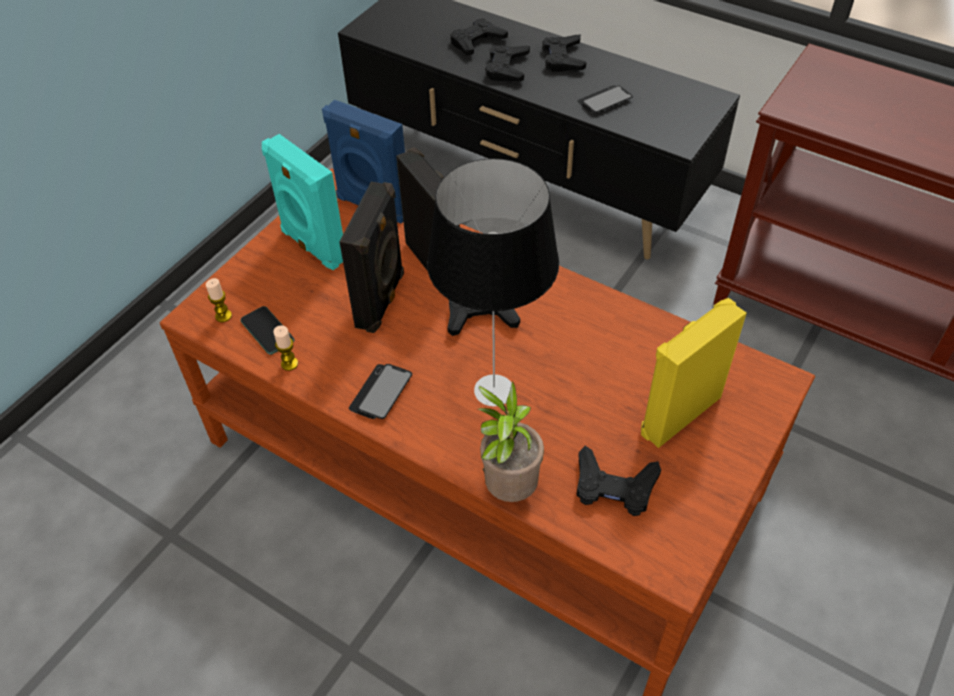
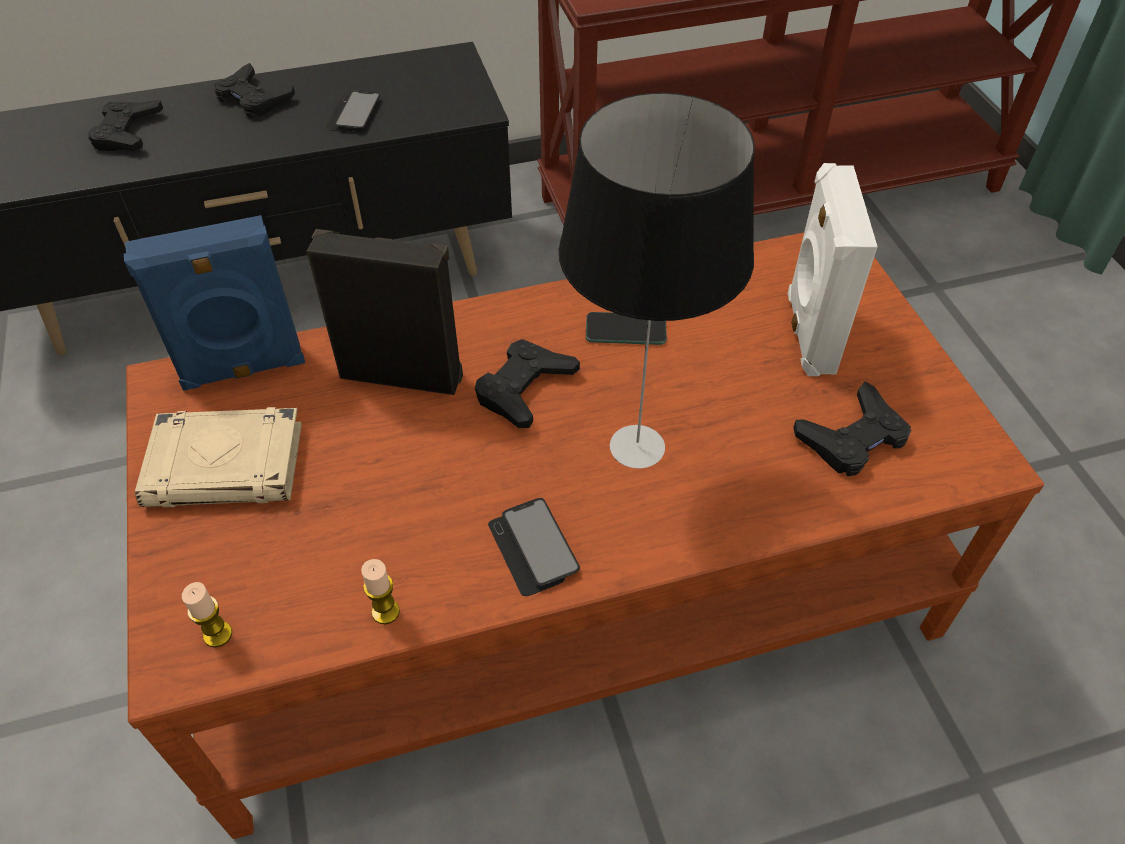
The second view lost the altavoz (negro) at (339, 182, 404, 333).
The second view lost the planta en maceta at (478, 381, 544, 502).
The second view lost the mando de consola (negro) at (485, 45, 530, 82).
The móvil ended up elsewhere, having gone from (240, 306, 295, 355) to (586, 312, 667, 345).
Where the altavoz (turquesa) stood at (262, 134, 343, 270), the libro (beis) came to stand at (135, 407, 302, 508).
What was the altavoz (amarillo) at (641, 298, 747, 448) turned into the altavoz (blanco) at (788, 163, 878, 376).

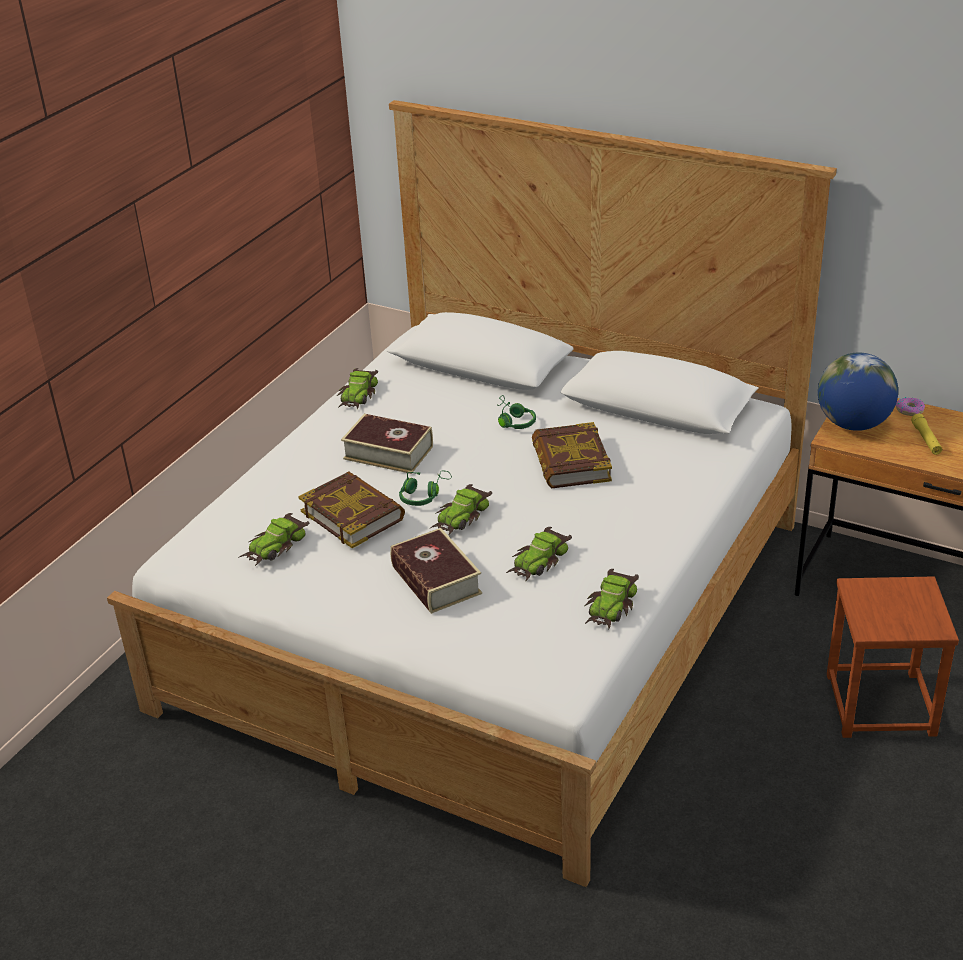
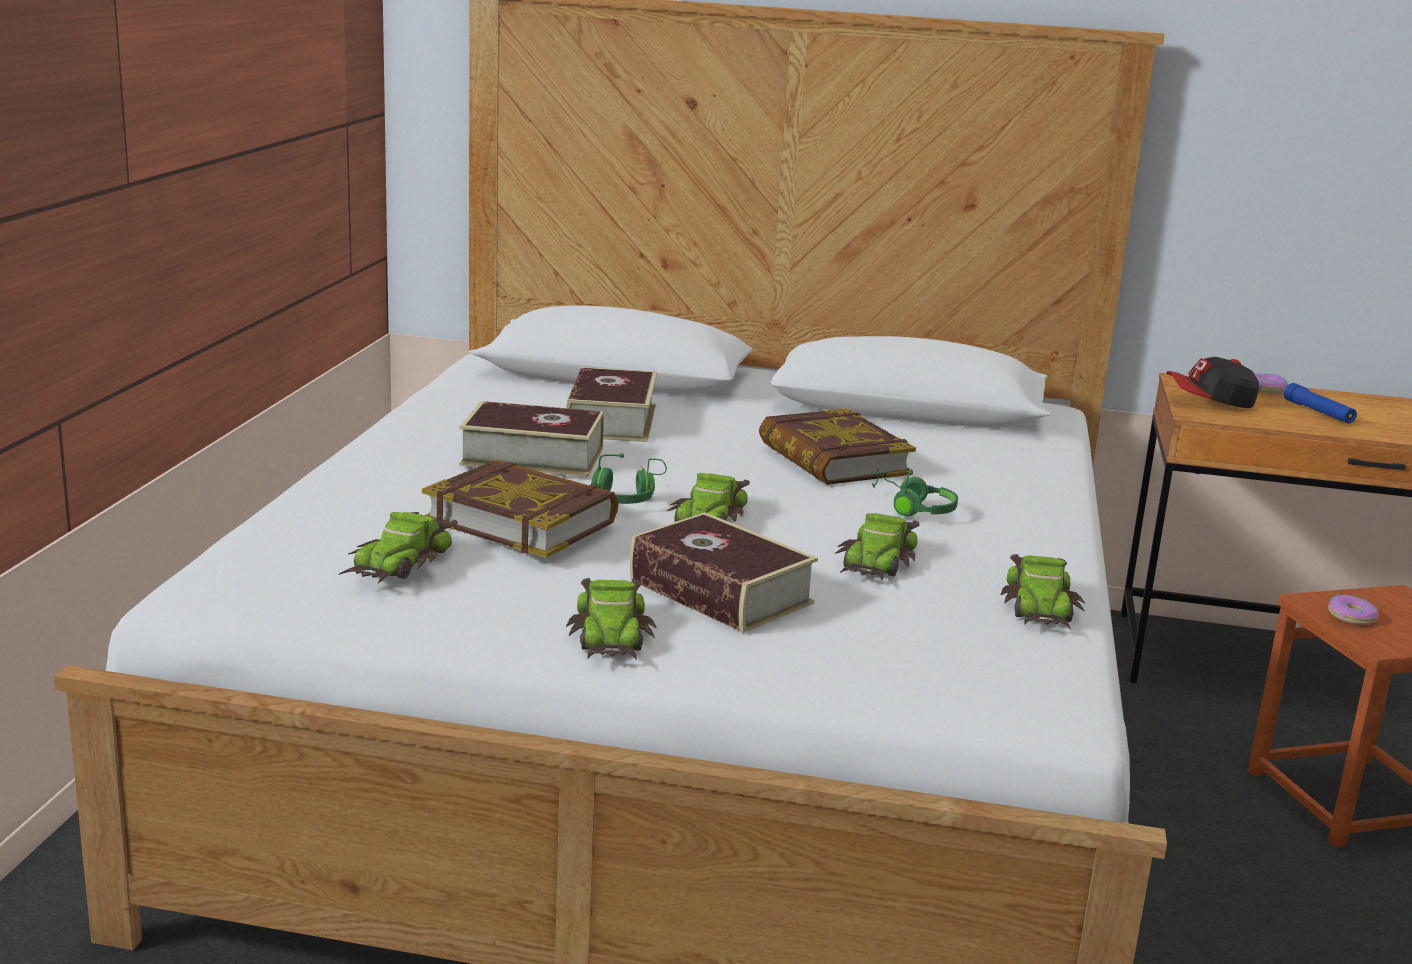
The second view gained the libro at (566, 367, 657, 442).
The second view gained the rosquilla at (1328, 594, 1379, 625).
The coche de juguete ended up elsewhere, having gone from (337, 368, 378, 410) to (566, 578, 657, 660).
The auriculares (verde) ended up elsewhere, having gone from (496, 395, 536, 429) to (872, 469, 958, 516).
Where the globo terráqueo stood at (818, 353, 898, 431), the gorra came to stand at (1166, 357, 1259, 408).
What was the linterna (amarillo) at (911, 414, 942, 455) turned into the linterna (azul) at (1284, 383, 1357, 424).

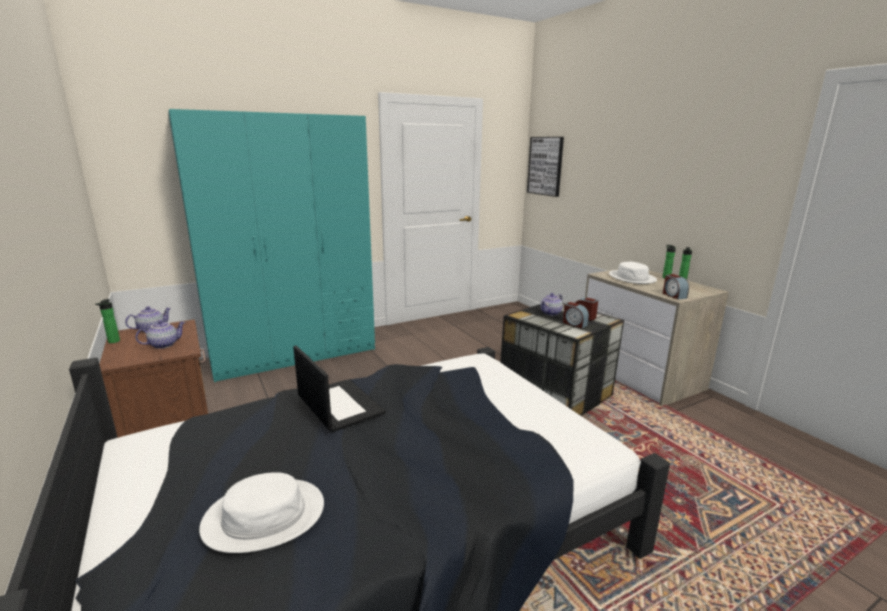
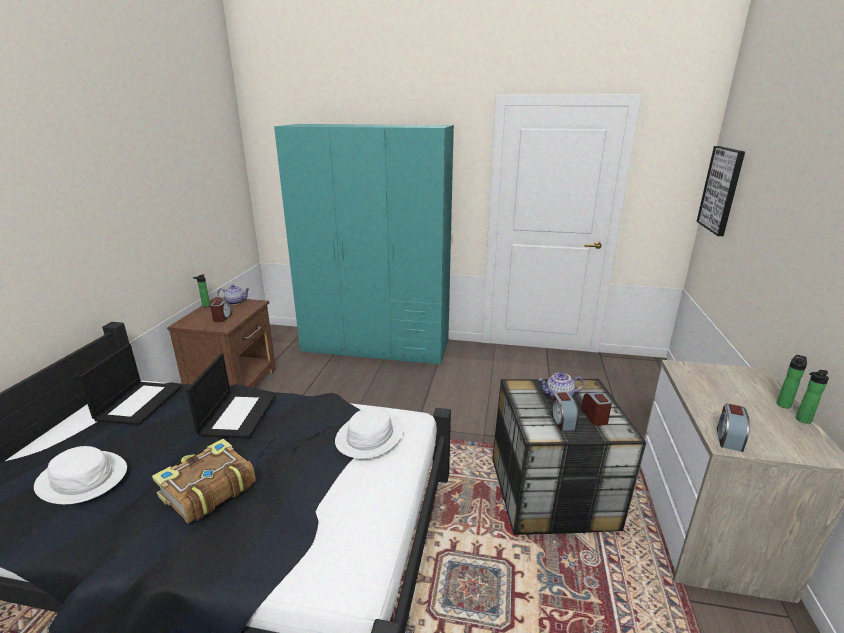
The second view gained the portátil at (78, 344, 182, 425).
The second view gained the libro at (152, 439, 256, 524).
The sombrero (blanco) ended up elsewhere, having gone from (609, 262, 657, 284) to (335, 407, 404, 459).
Where the tetera stood at (136, 320, 185, 349), the despertador came to stand at (210, 301, 232, 322).

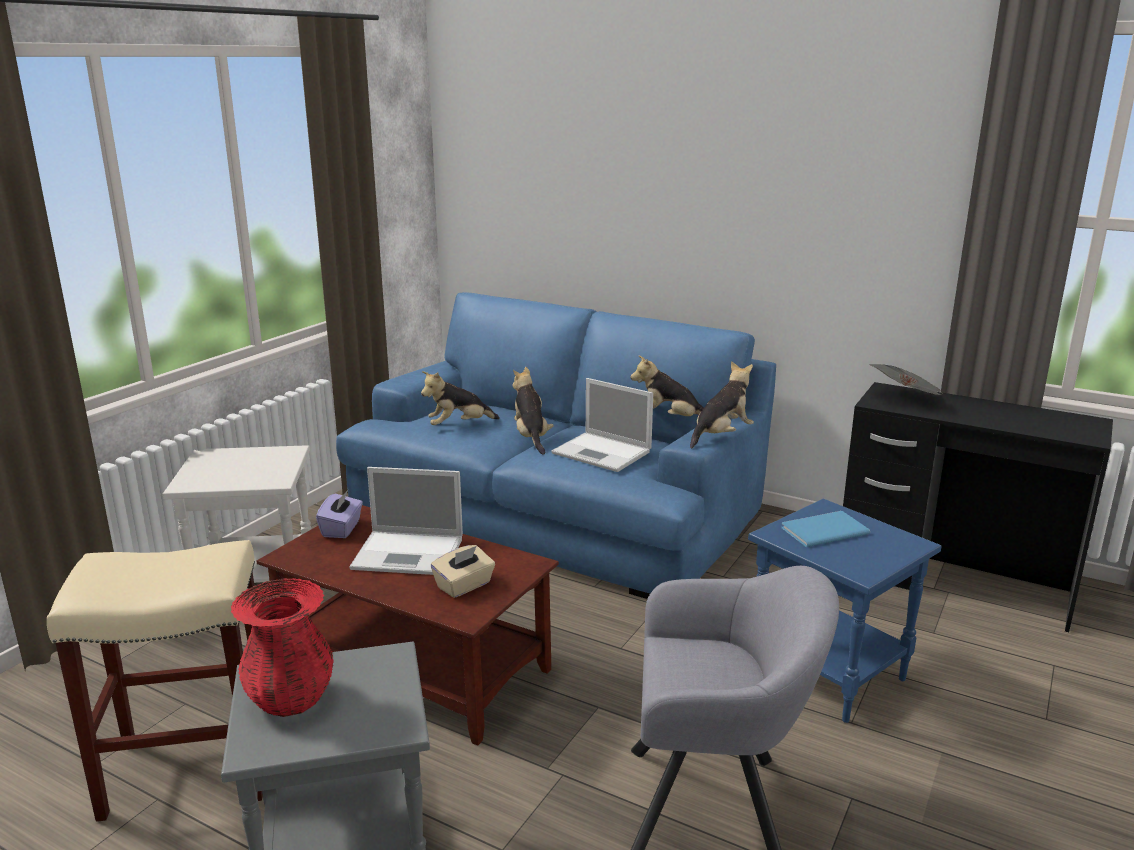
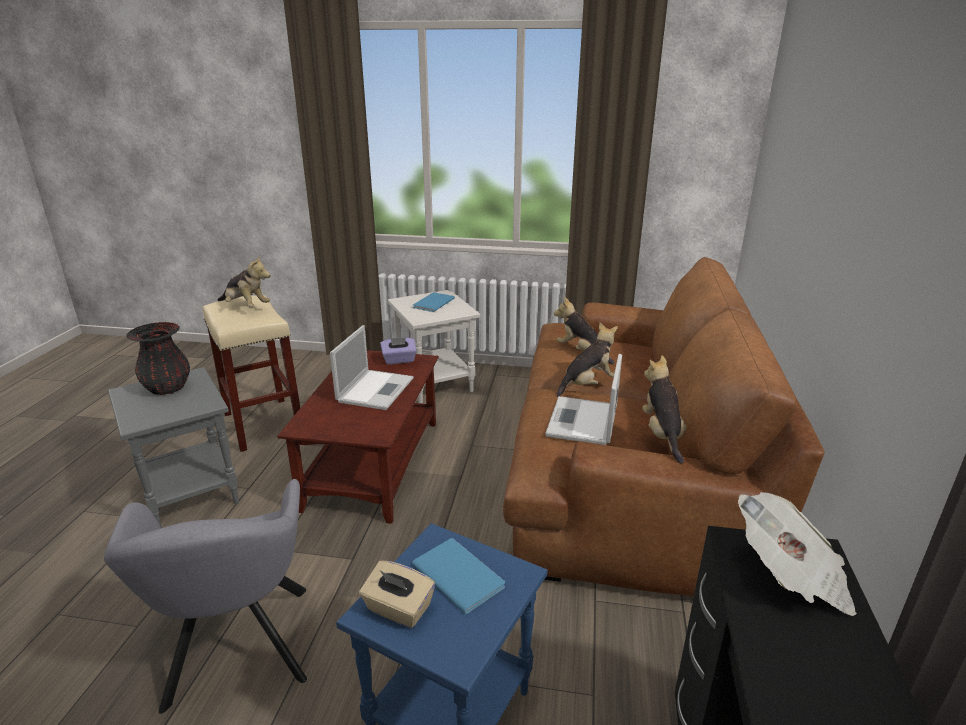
The second view gained the libro (azul) at (413, 292, 455, 312).
The caja de pañuelos (beis) ended up elsewhere, having gone from (431, 545, 495, 598) to (359, 560, 435, 628).
The peluche ended up elsewhere, having gone from (690, 361, 754, 449) to (218, 255, 271, 307).
What was the florero (rojo) at (231, 578, 334, 717) turned into the florero (negro) at (126, 322, 190, 395).
What was the sofá (azul) at (336, 292, 776, 599) turned into the sofá (marrón) at (503, 257, 824, 596).
The portátil at (349, 467, 463, 575) ended up facing another way, 150 degrees counterclockwise from before.

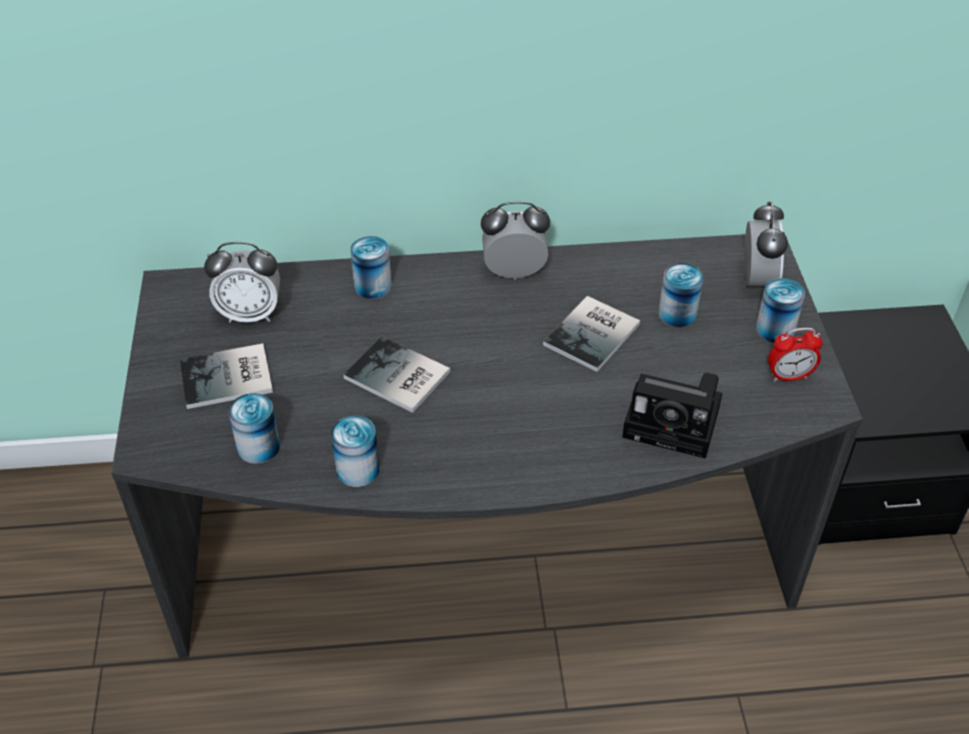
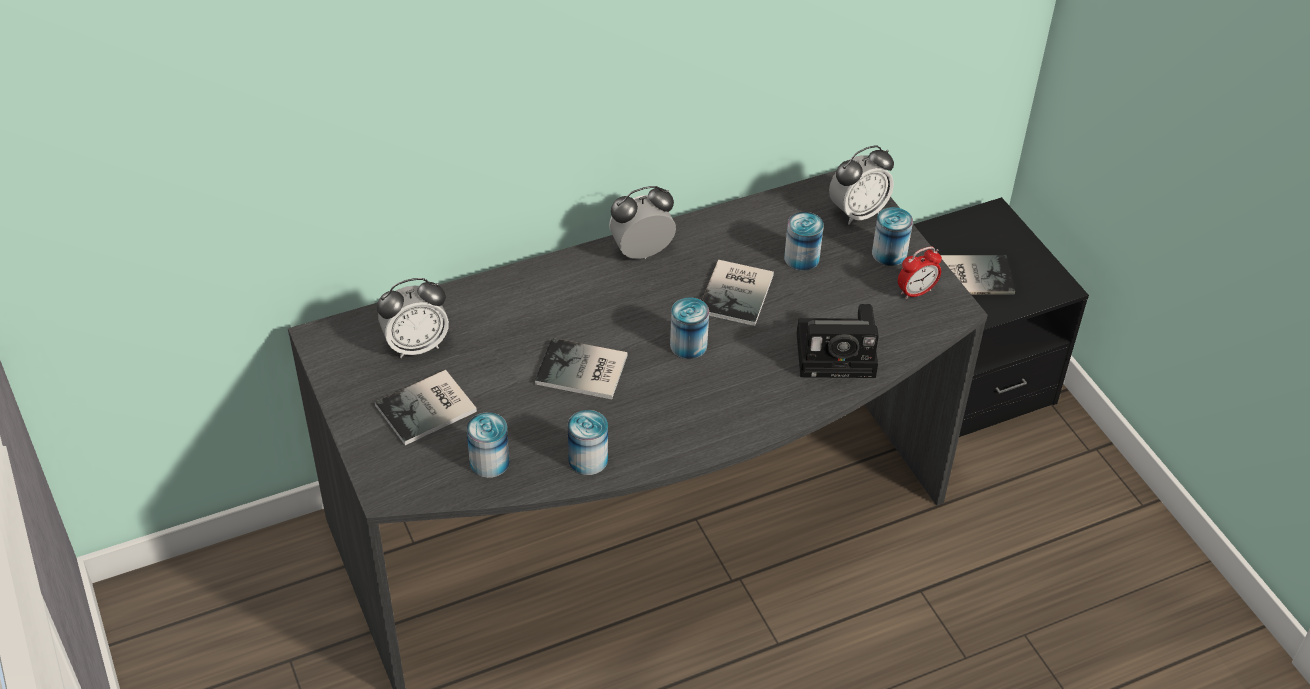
The second view gained the libro at (941, 255, 1015, 295).
The lata ended up elsewhere, having gone from (350, 236, 392, 299) to (670, 297, 709, 359).
The despertador at (745, 201, 788, 286) ended up facing another way, 75 degrees clockwise from before.

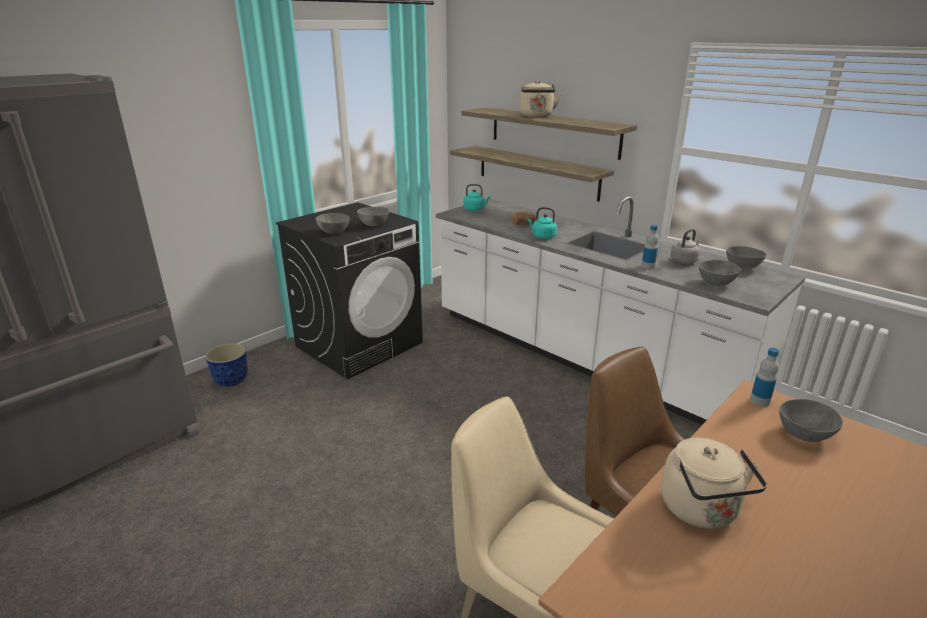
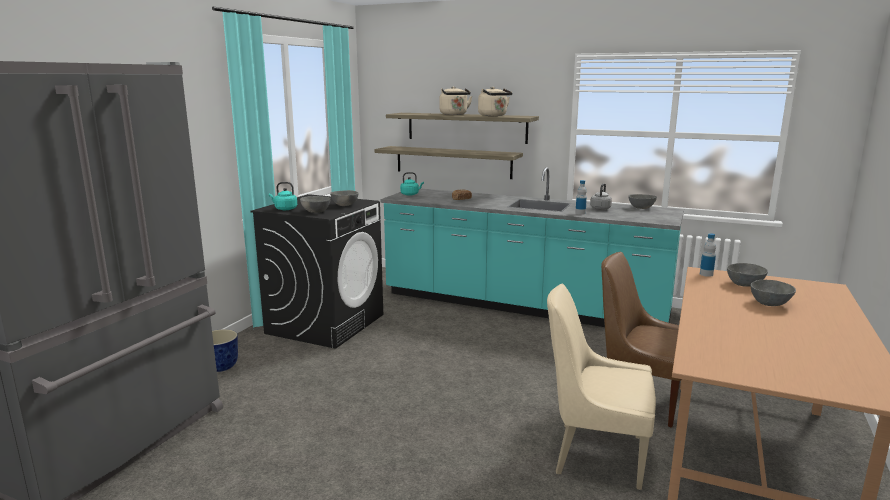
The hervidor (turquesa) ended up elsewhere, having gone from (527, 207, 557, 239) to (269, 182, 297, 210).
The hervidor (beis) ended up elsewhere, having gone from (661, 438, 767, 529) to (478, 87, 513, 116).
The cuenco (gris) ended up elsewhere, having gone from (699, 260, 741, 286) to (750, 280, 796, 306).
What was the mueble bajo de cocina (blanco) at (436, 196, 806, 425) turned into the mueble bajo de cocina (turquesa) at (381, 167, 684, 327).

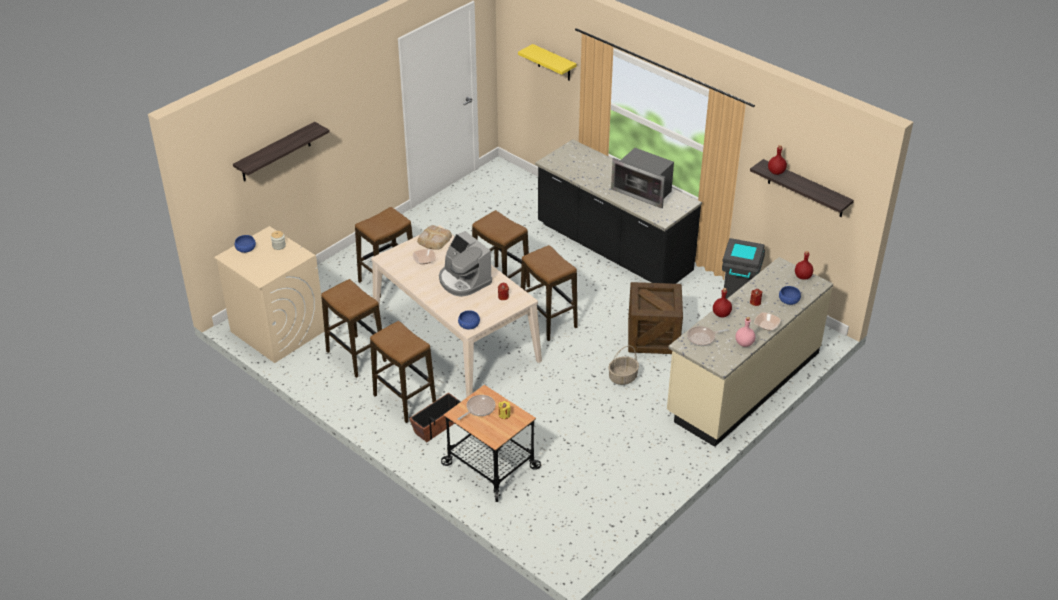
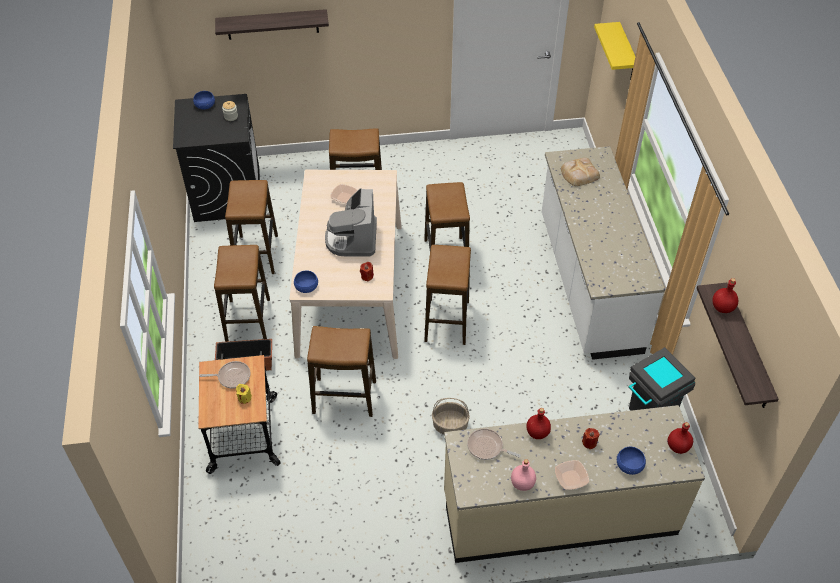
The second view lost the microondas at (611, 148, 674, 209).
The second view lost the caja de embalaje at (628, 282, 683, 354).
The second view gained the taburete at (307, 326, 376, 417).
The pan ended up elsewhere, having gone from (417, 225, 452, 250) to (561, 158, 600, 186).
What was the lavadora (beis) at (214, 226, 324, 363) turned into the lavadora (negro) at (173, 94, 260, 222).
What was the mueble bajo de cocina (negro) at (535, 139, 702, 284) turned into the mueble bajo de cocina (blanco) at (542, 146, 665, 360).

